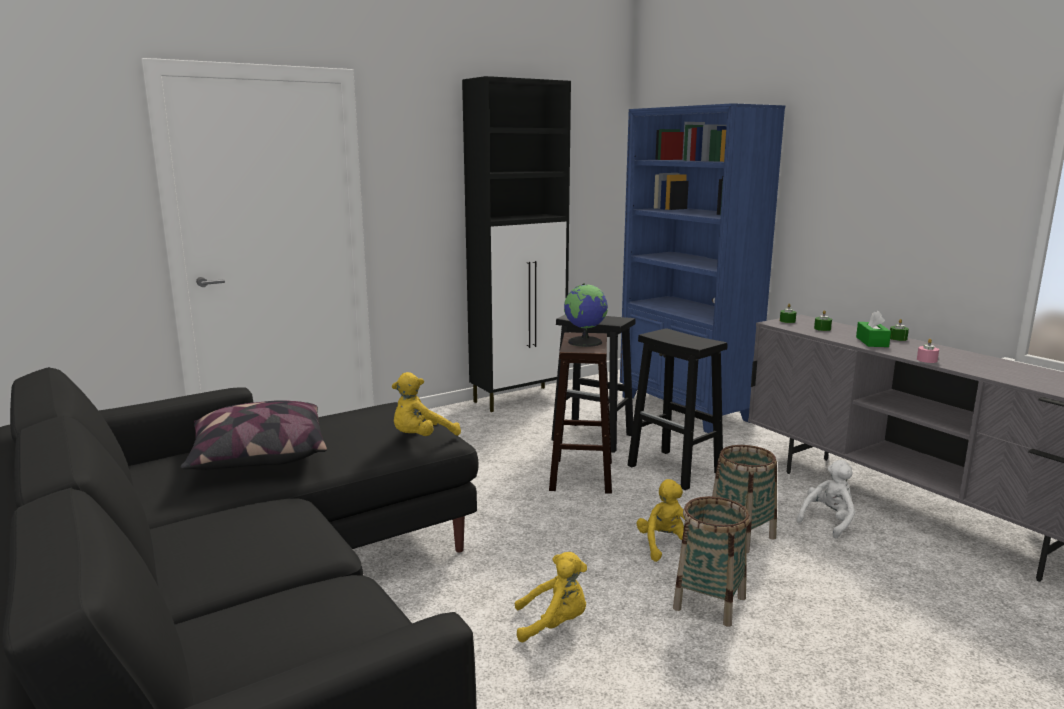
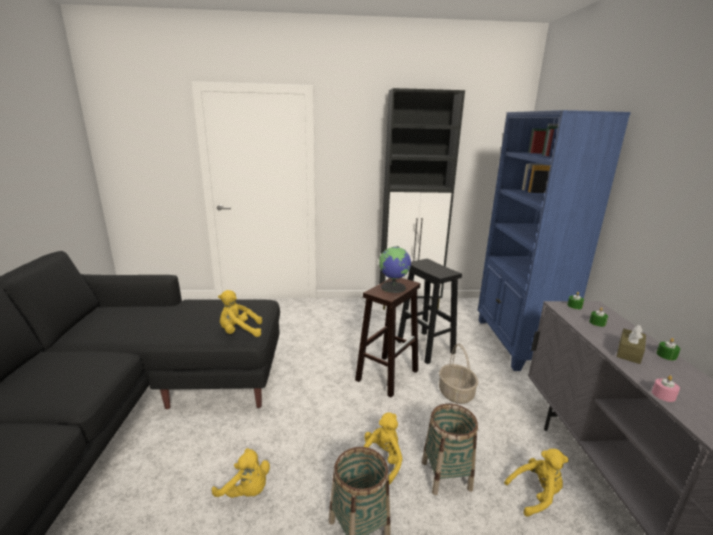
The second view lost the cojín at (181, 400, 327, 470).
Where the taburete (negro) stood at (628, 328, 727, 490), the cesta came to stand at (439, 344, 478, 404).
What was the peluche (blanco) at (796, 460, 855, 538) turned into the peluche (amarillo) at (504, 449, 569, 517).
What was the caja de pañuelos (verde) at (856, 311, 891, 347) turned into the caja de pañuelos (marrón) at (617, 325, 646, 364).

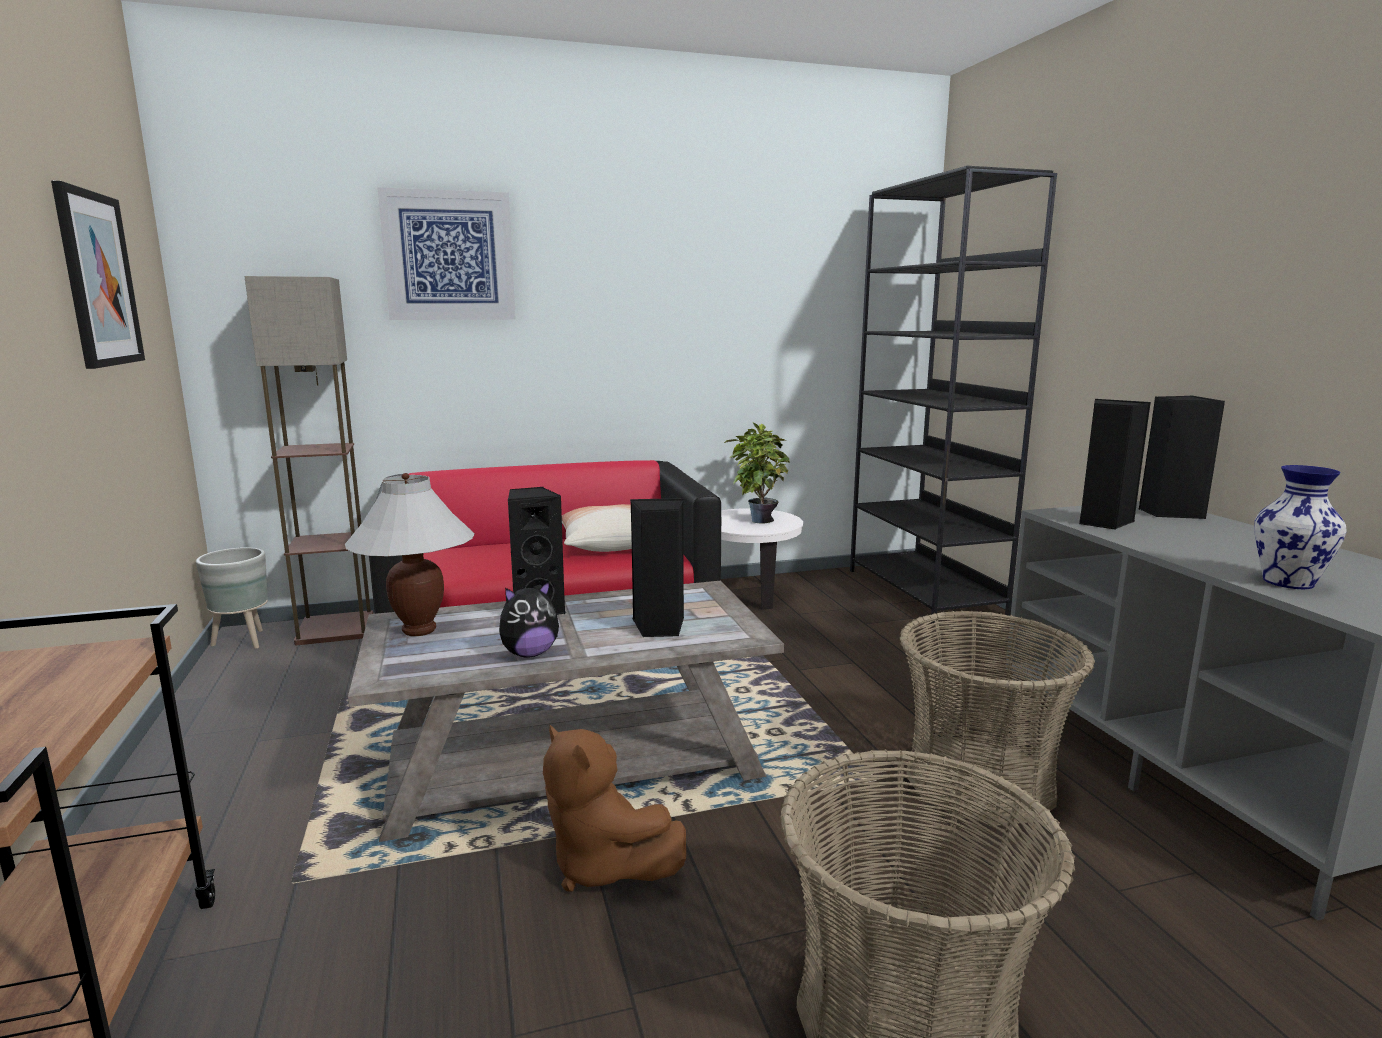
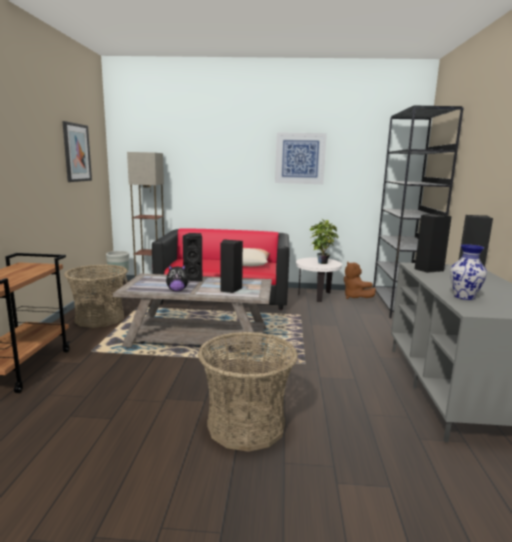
The second view lost the lámpara de mesa (blanco) at (345, 473, 474, 636).
The cuadro ended up elsewhere, having gone from (377, 187, 516, 320) to (275, 132, 327, 184).
The peluche (marrón) ended up elsewhere, having gone from (543, 725, 686, 891) to (344, 261, 376, 299).
The cesta ended up elsewhere, having gone from (900, 611, 1095, 825) to (64, 264, 127, 328).

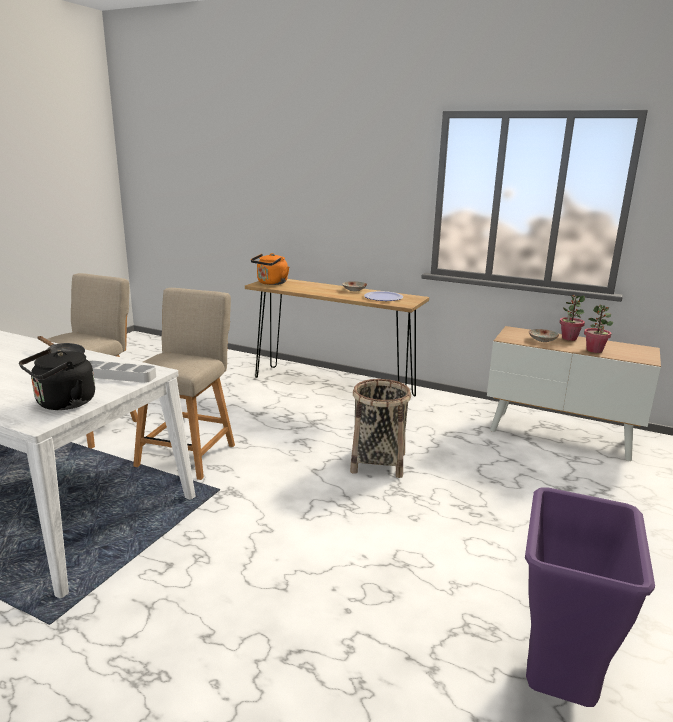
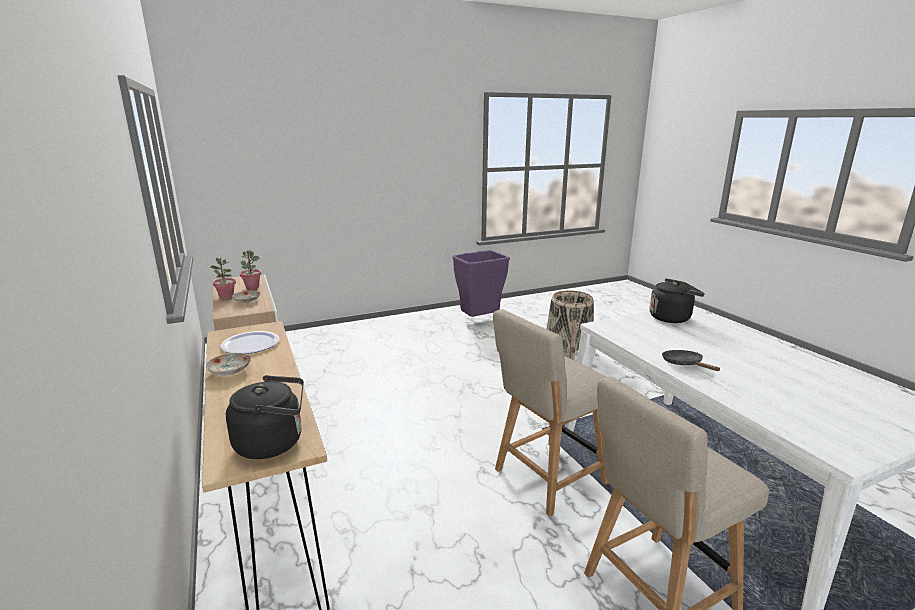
The second view lost the bandeja (gris) at (89, 360, 156, 383).
The cesta ended up elsewhere, having gone from (350, 379, 411, 478) to (547, 291, 594, 360).
What was the hervidor (naranja) at (251, 253, 289, 285) turned into the hervidor (negro) at (226, 375, 304, 459).

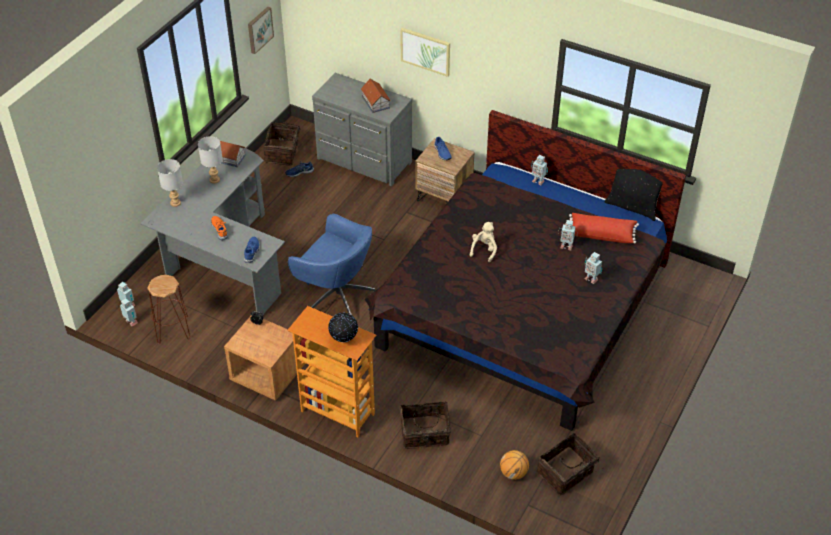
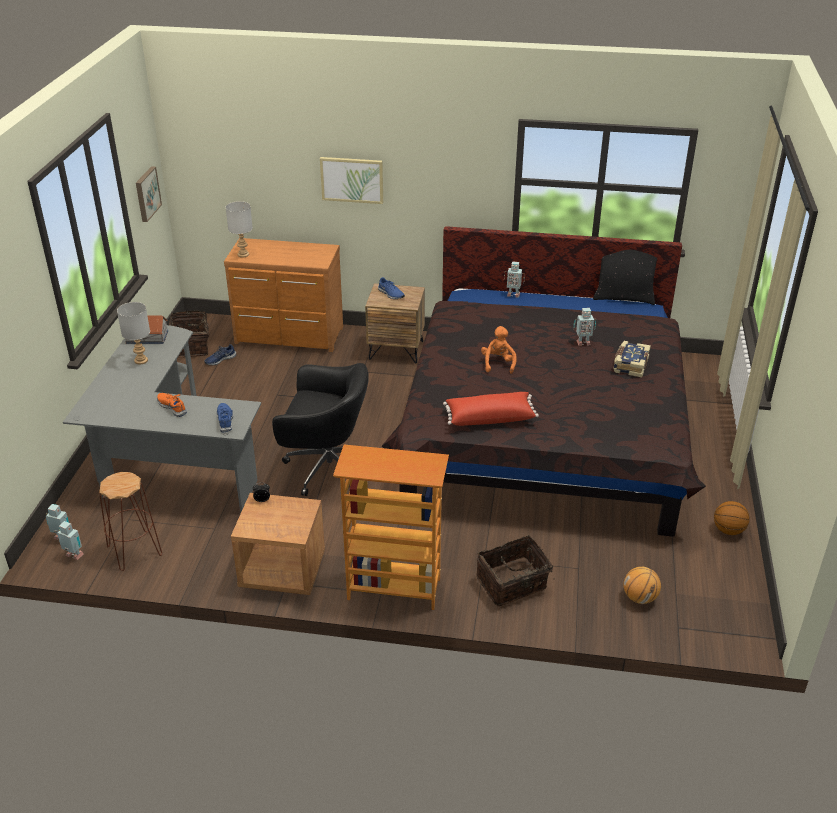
The second view lost the globo terráqueo at (328, 313, 358, 342).
The second view lost the casita at (361, 79, 391, 113).
The second view lost the cesta at (537, 433, 603, 495).
The second view gained the balón de baloncesto at (714, 501, 750, 535).
The lámpara de mesa (gris) ended up elsewhere, having gone from (157, 159, 183, 207) to (226, 201, 253, 258).
The cojín (rojo) ended up elsewhere, having gone from (569, 213, 639, 243) to (443, 392, 539, 426).
Where the robot de juguete stood at (585, 252, 602, 284), the libro came to stand at (614, 341, 651, 378).
What was the silla de oficina (azul) at (288, 214, 375, 315) turned into the silla de oficina (negro) at (272, 363, 369, 496).
What was the cómoda (gris) at (312, 73, 412, 186) turned into the cómoda (marrón) at (224, 238, 343, 352).
What was the peluche (beis) at (470, 222, 497, 262) turned into the peluche (naranja) at (481, 326, 517, 374).

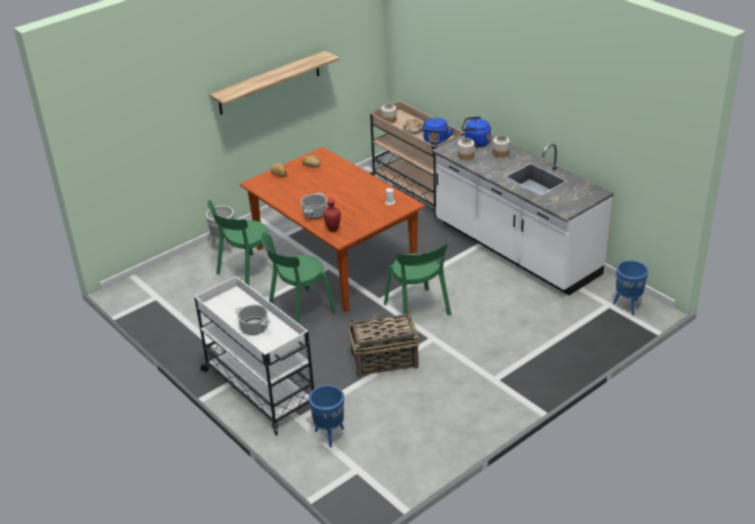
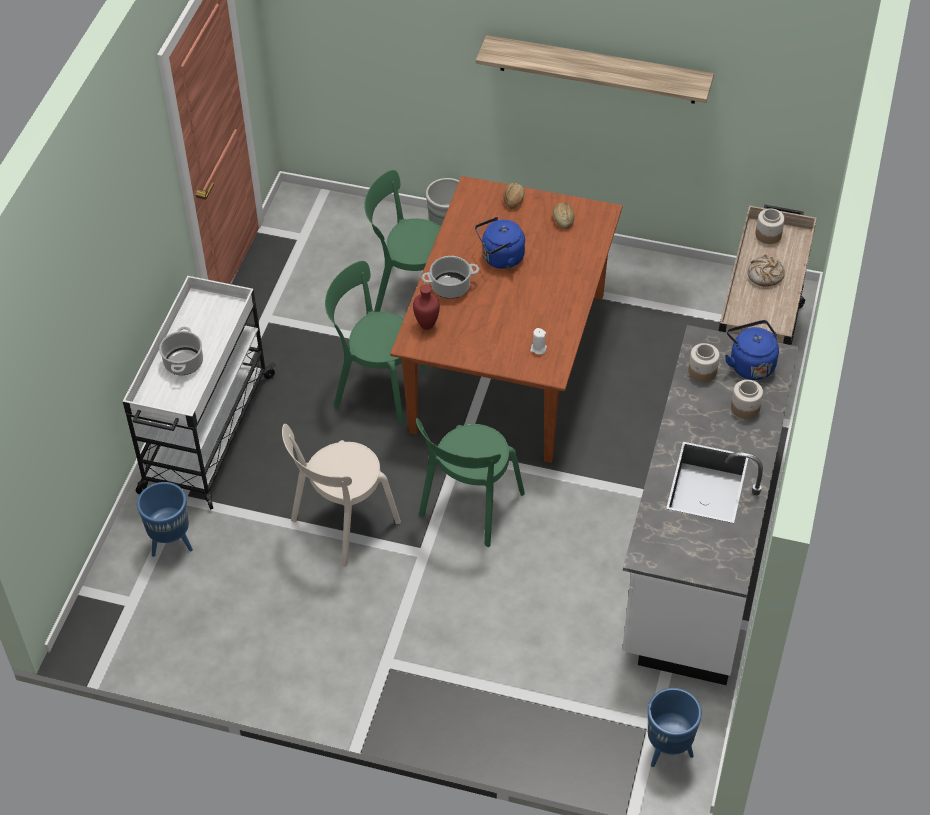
The hervidor (azul) ended up elsewhere, having gone from (422, 118, 454, 145) to (475, 217, 525, 269).
Where the cesta stood at (348, 311, 419, 377), the silla (beis) came to stand at (282, 424, 401, 567).

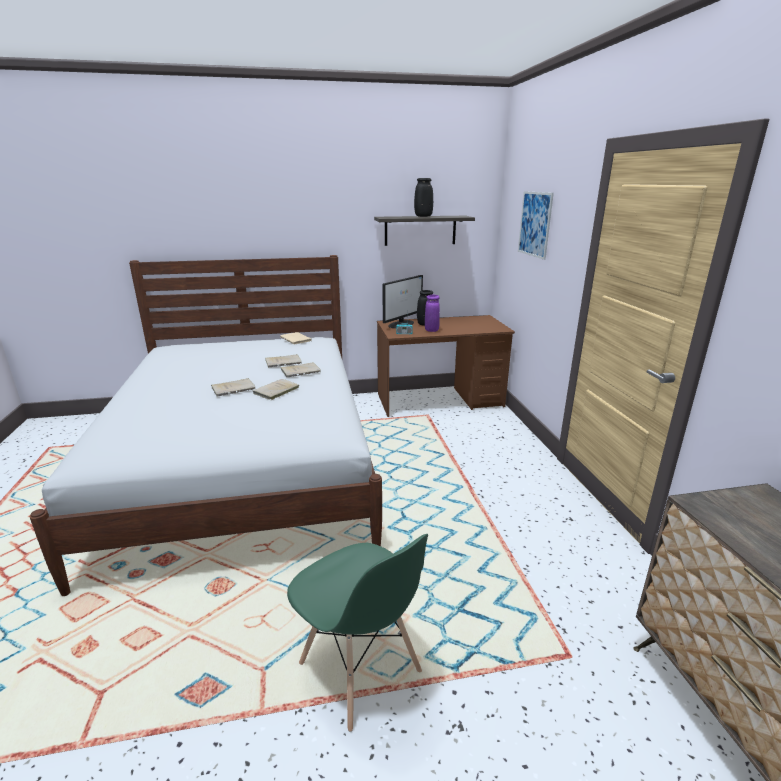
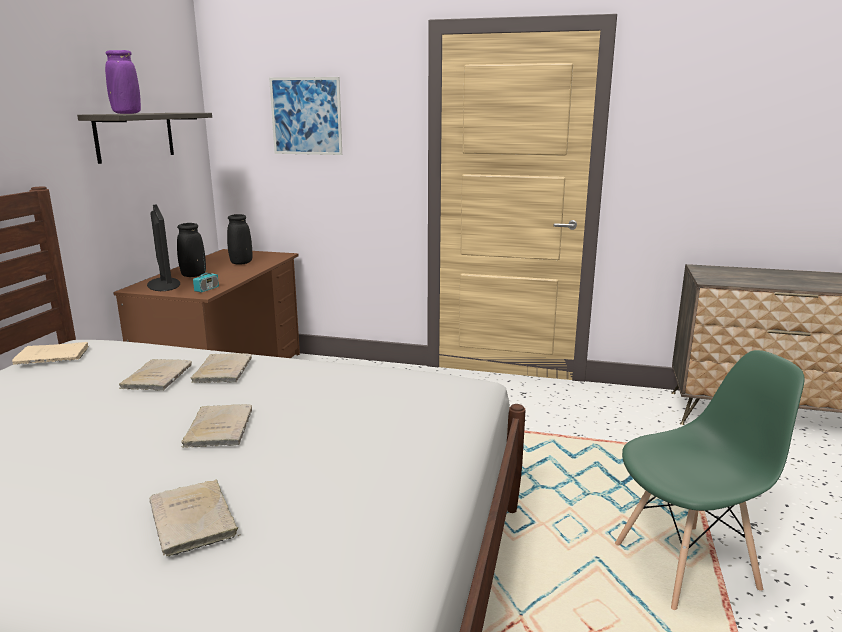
The libro (beis) ended up elsewhere, having gone from (253, 379, 299, 400) to (149, 480, 239, 556).
The florero (negro) ended up elsewhere, having gone from (414, 178, 433, 217) to (227, 214, 252, 265).
The florero (morado) ended up elsewhere, having gone from (425, 295, 440, 332) to (105, 50, 141, 114).

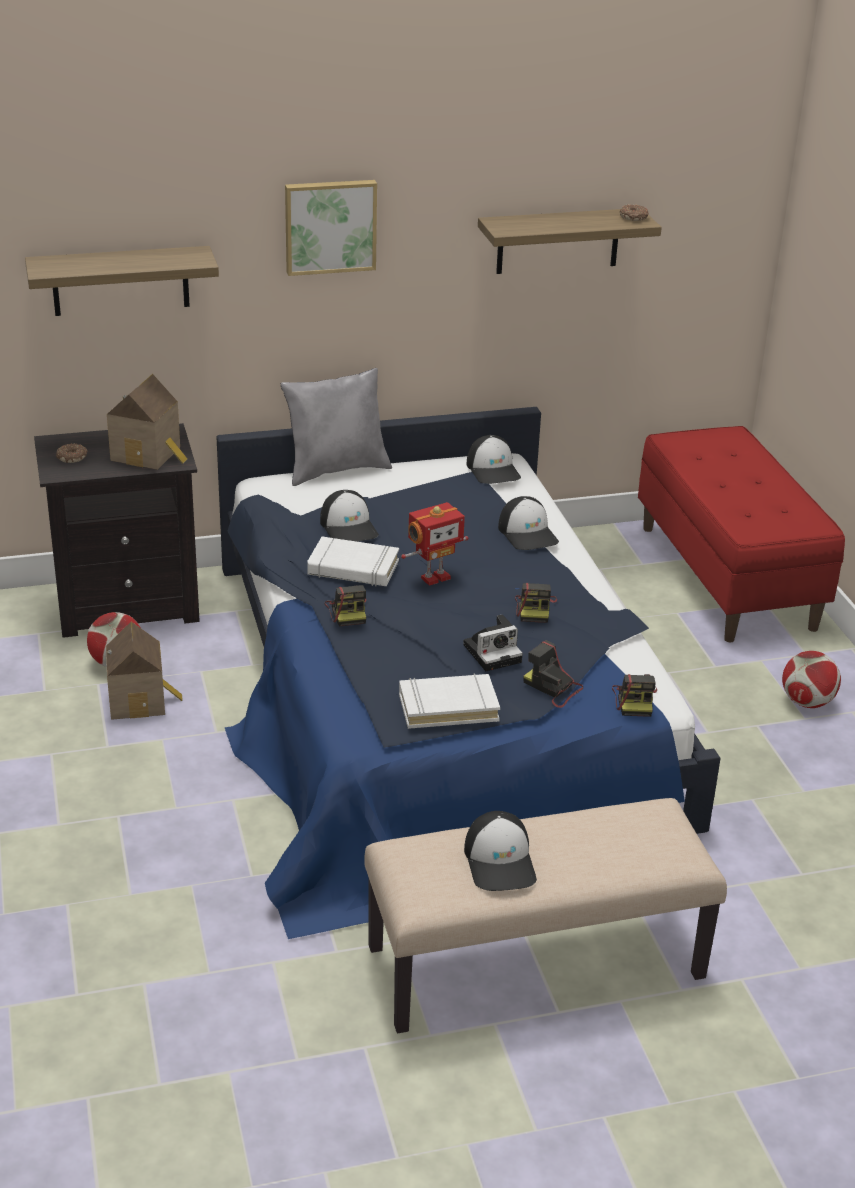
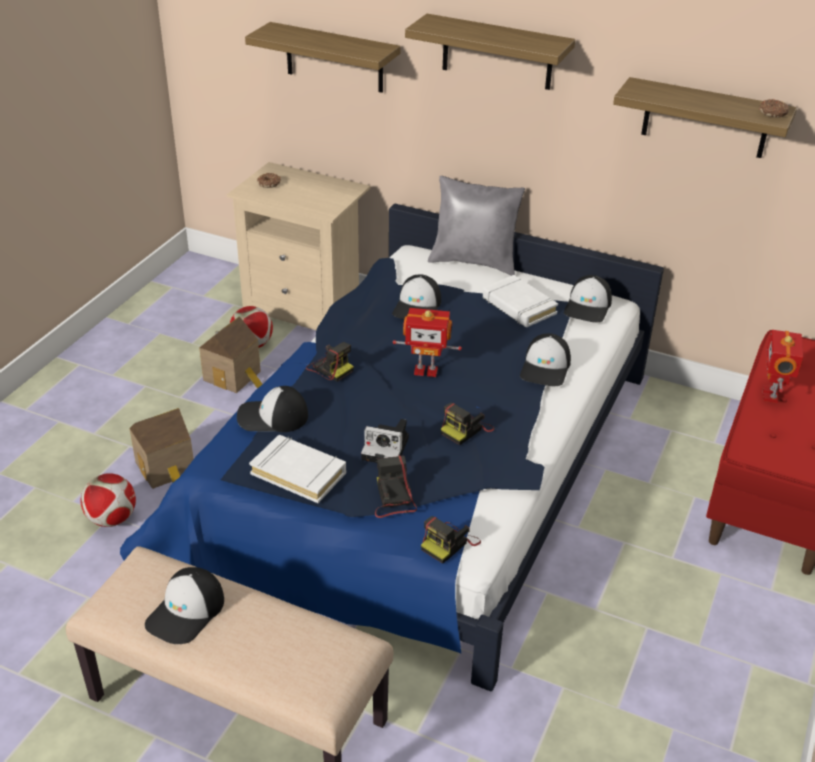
The second view gained the gorra at (237, 386, 308, 432).
The second view gained the robot de juguete at (763, 330, 803, 403).
The casita ended up elsewhere, having gone from (107, 374, 187, 470) to (129, 408, 193, 489).
The libro (blanco) ended up elsewhere, having gone from (307, 537, 399, 586) to (483, 275, 558, 327).
The balón de fútbol ended up elsewhere, having gone from (782, 651, 841, 708) to (81, 473, 136, 527).
Where the cuadro hung at (285, 180, 377, 276), the estante came to hang at (405, 14, 575, 90).
What was the mesita de noche (negro) at (34, 423, 200, 638) turned into the mesita de noche (beis) at (227, 162, 371, 330).
The cámara at (325, 585, 367, 626) ended up facing another way, 75 degrees counterclockwise from before.

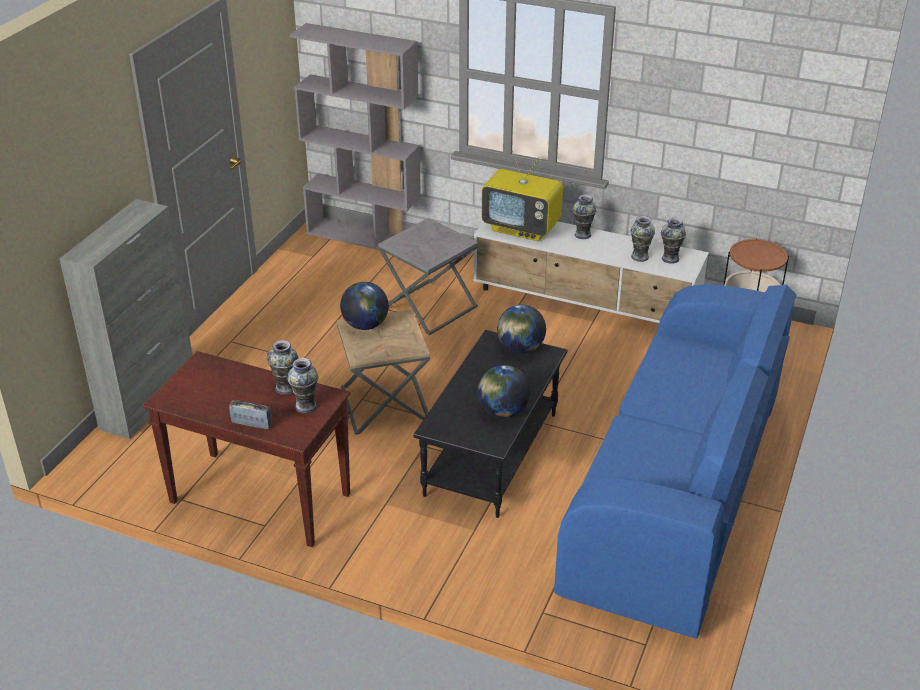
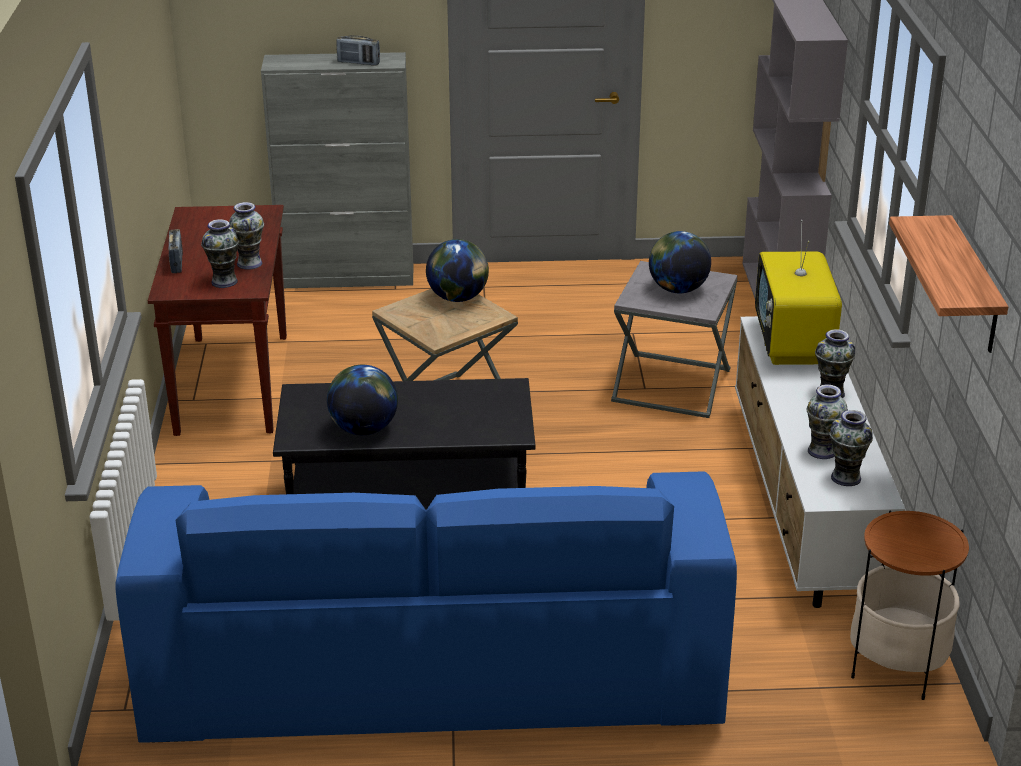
The second view gained the radio at (336, 35, 380, 66).
The second view gained the estante at (889, 215, 1008, 353).
The globo terráqueo ended up elsewhere, having gone from (497, 305, 546, 354) to (649, 231, 711, 293).

